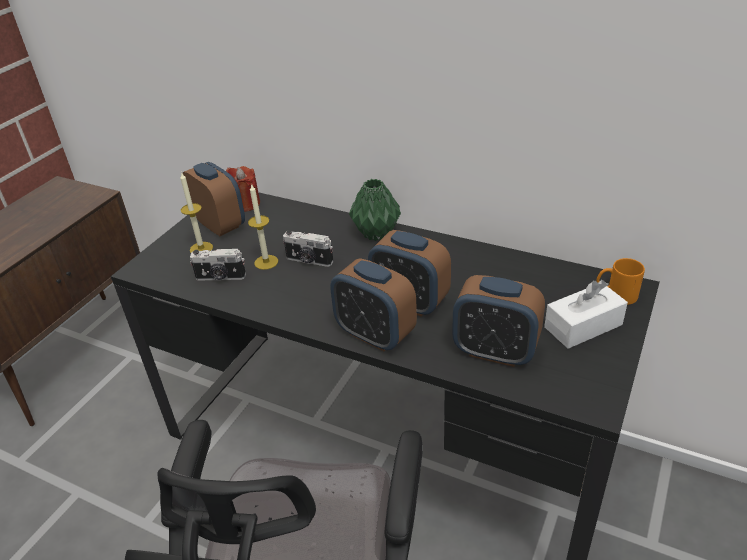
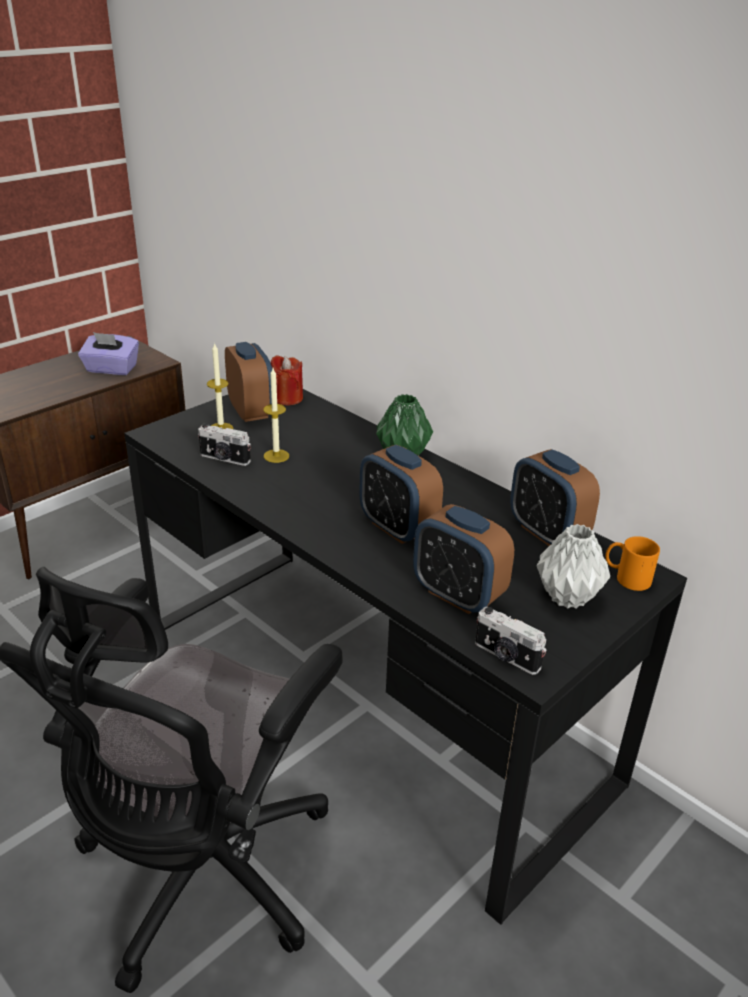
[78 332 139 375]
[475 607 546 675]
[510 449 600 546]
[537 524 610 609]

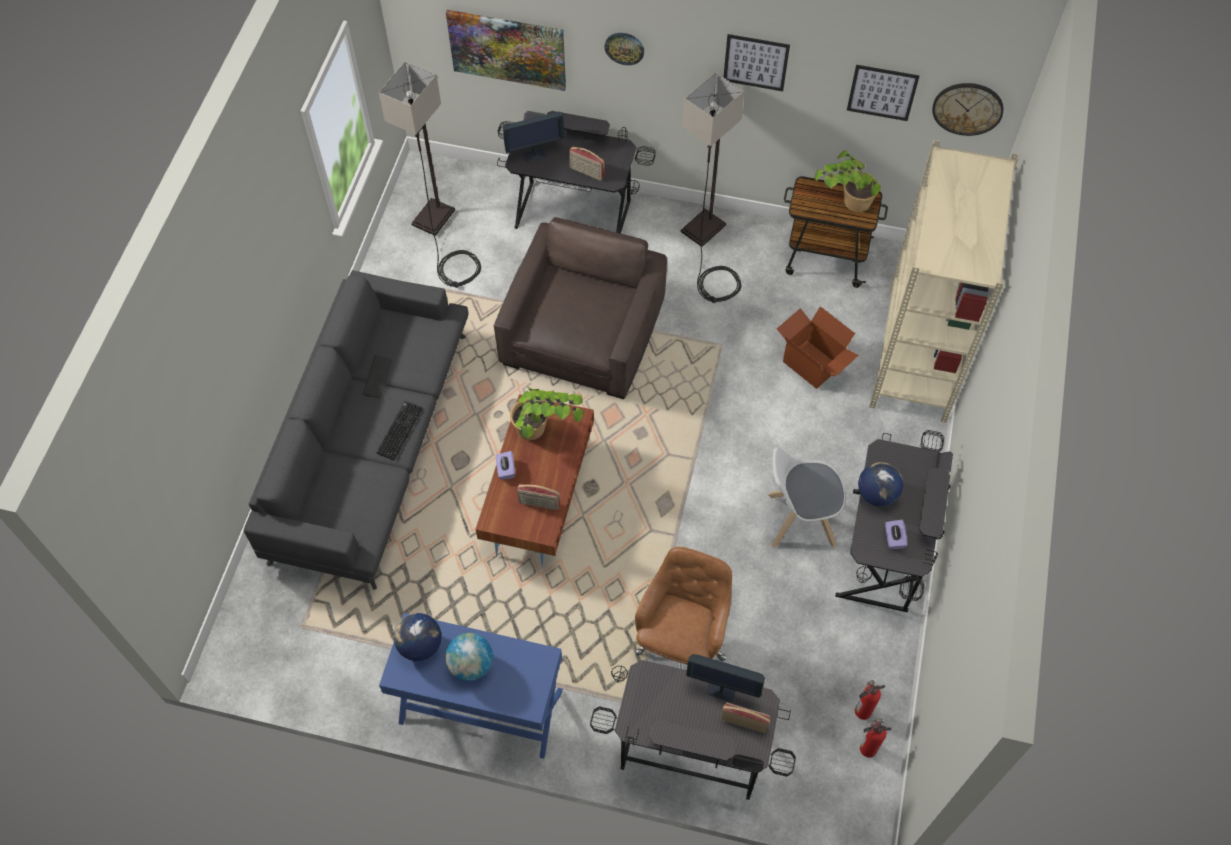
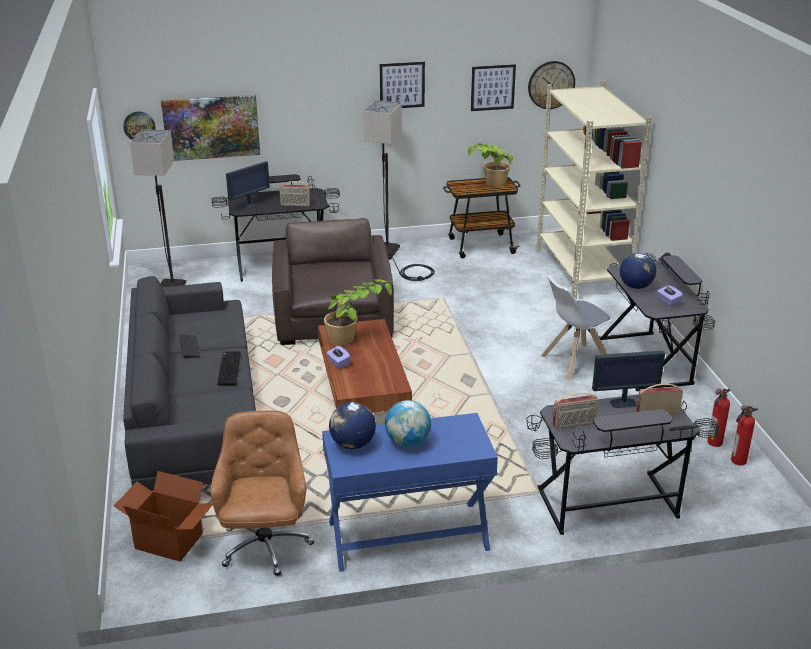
[553 392 598 429]
[123 111 155 140]
[211 411 314 576]
[114 471 213 562]

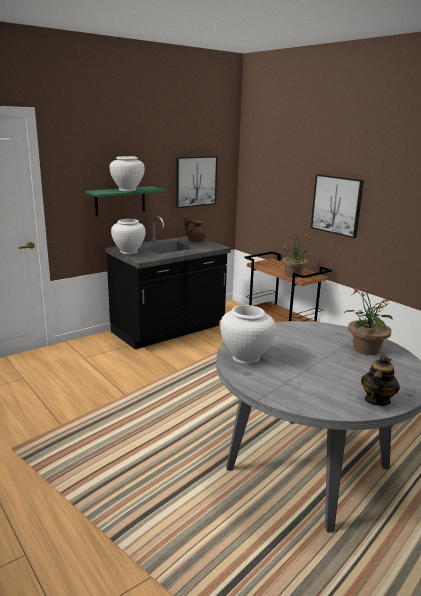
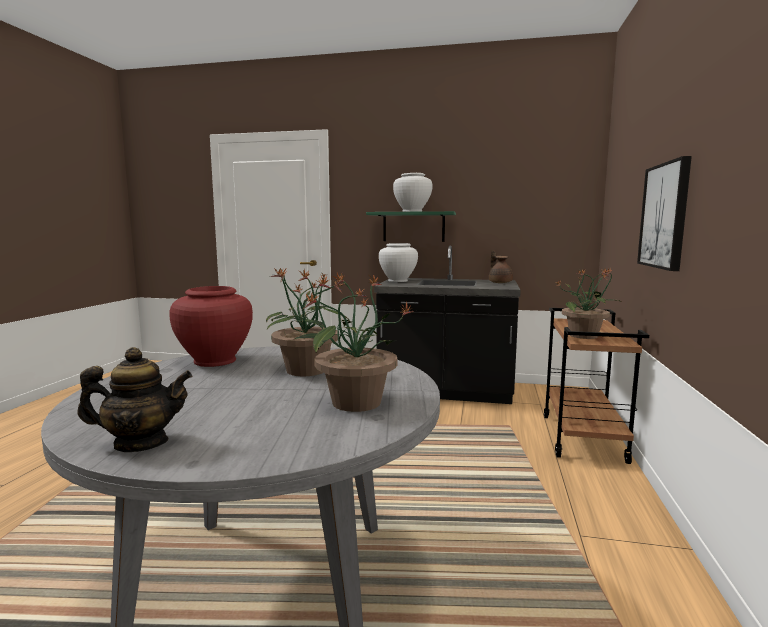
[176 156 218 208] (first image)
[266 268 350 376]
[169 286 253 367]

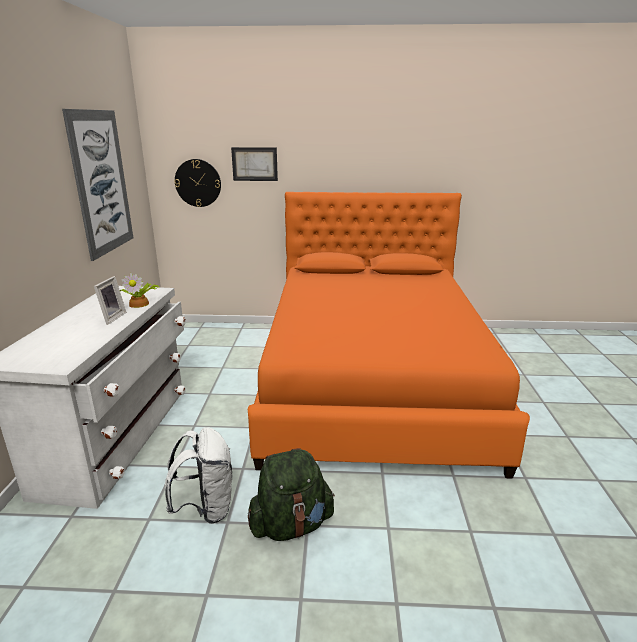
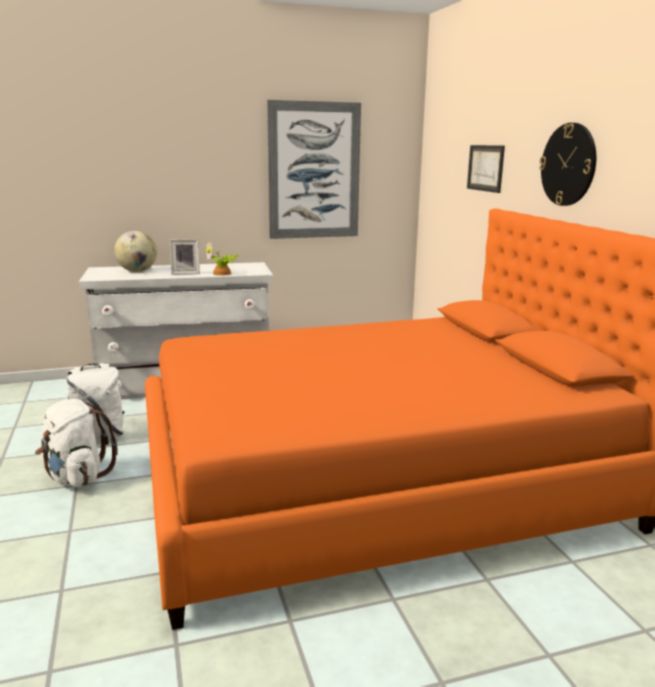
[114 231 157 272]
[539 123 596 206]
[35 399 118 487]

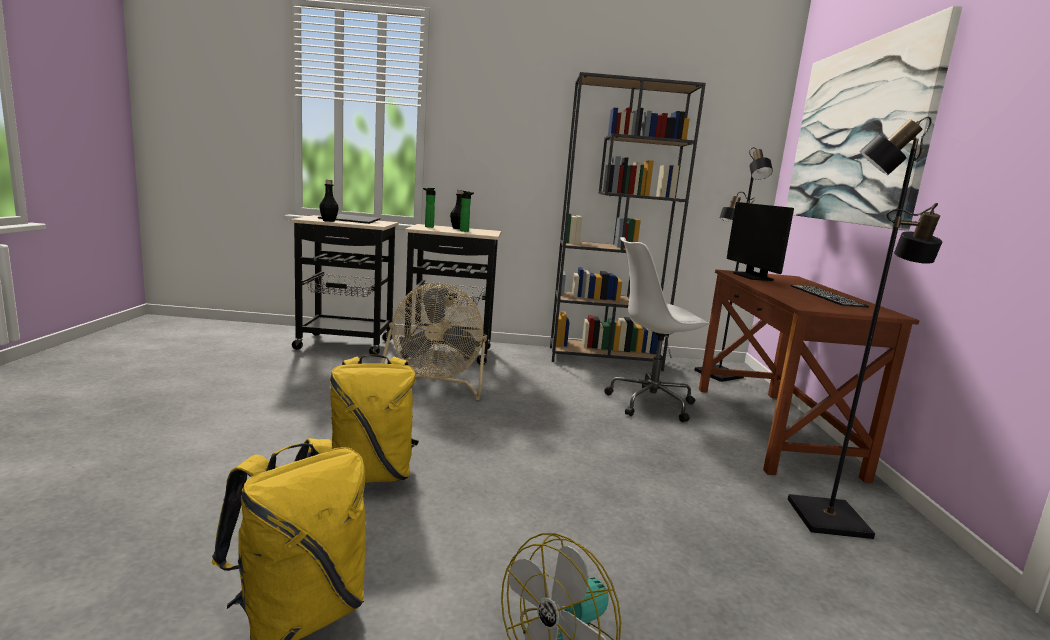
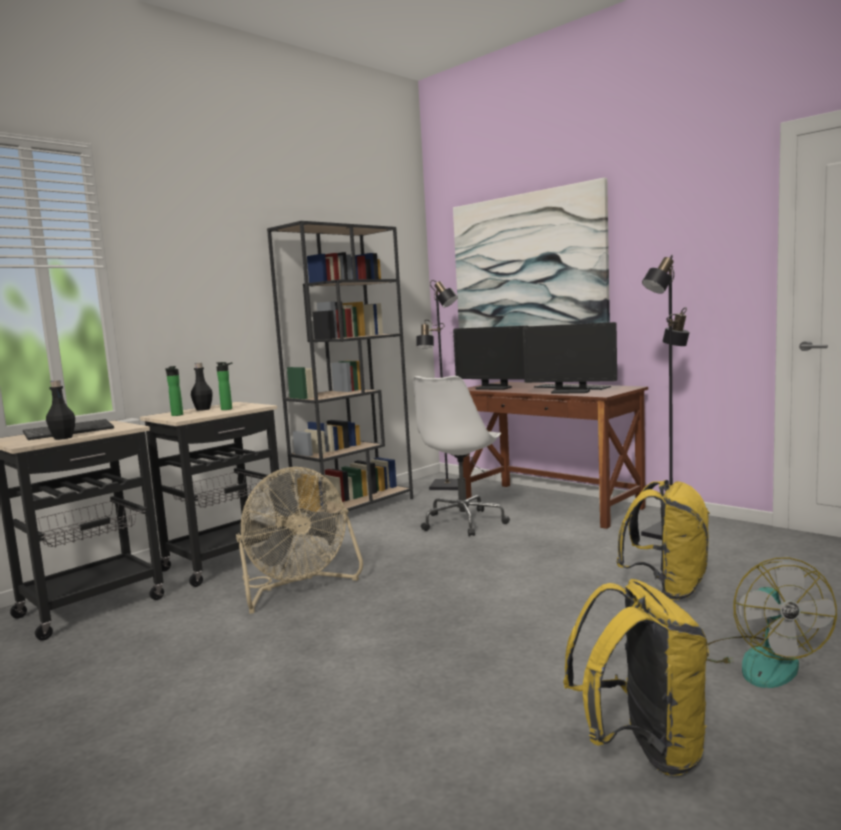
[523 322 617 394]
[616 480 710 600]

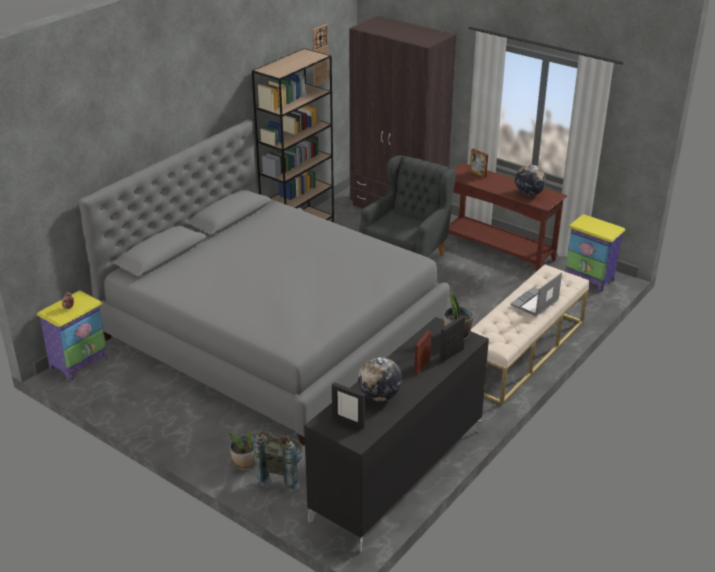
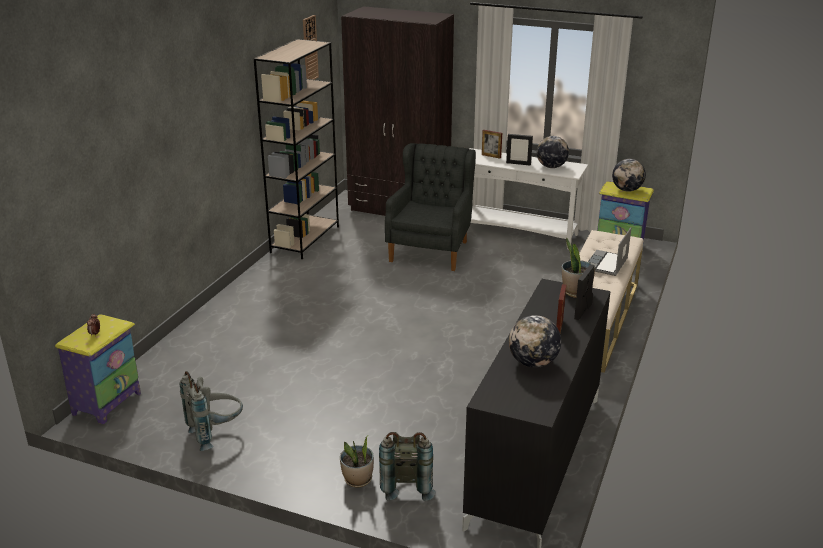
[78 120 449 445] (first image)
[180 371 243 451]
[612 159 646 192]
[506 134 533 166]
[470 148 588 250]

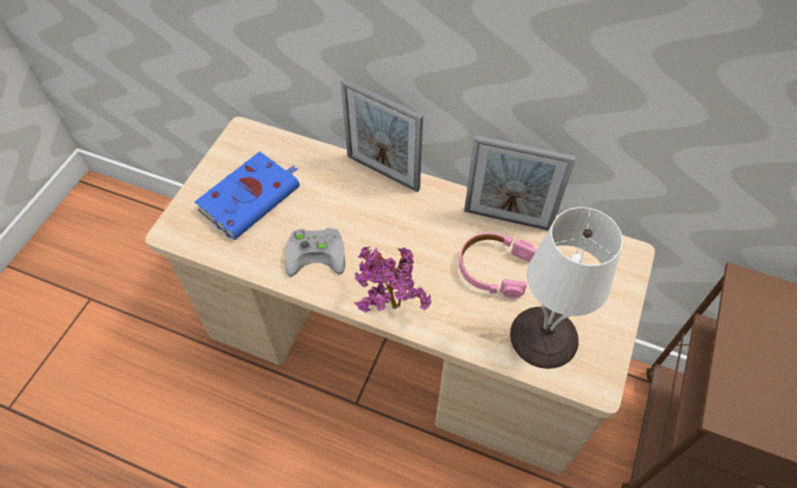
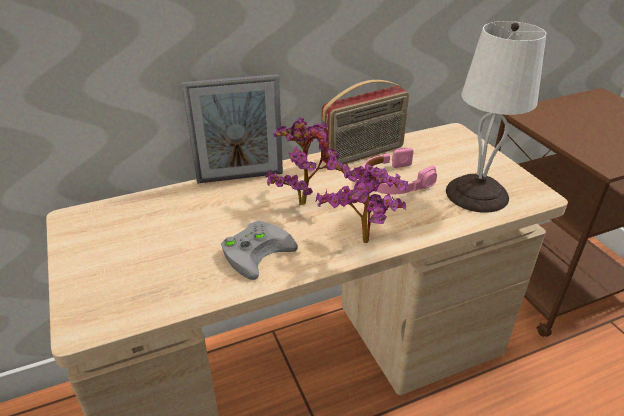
[195 151 300 240] (first image)
[266 117 350 206]
[321 80 409 165]

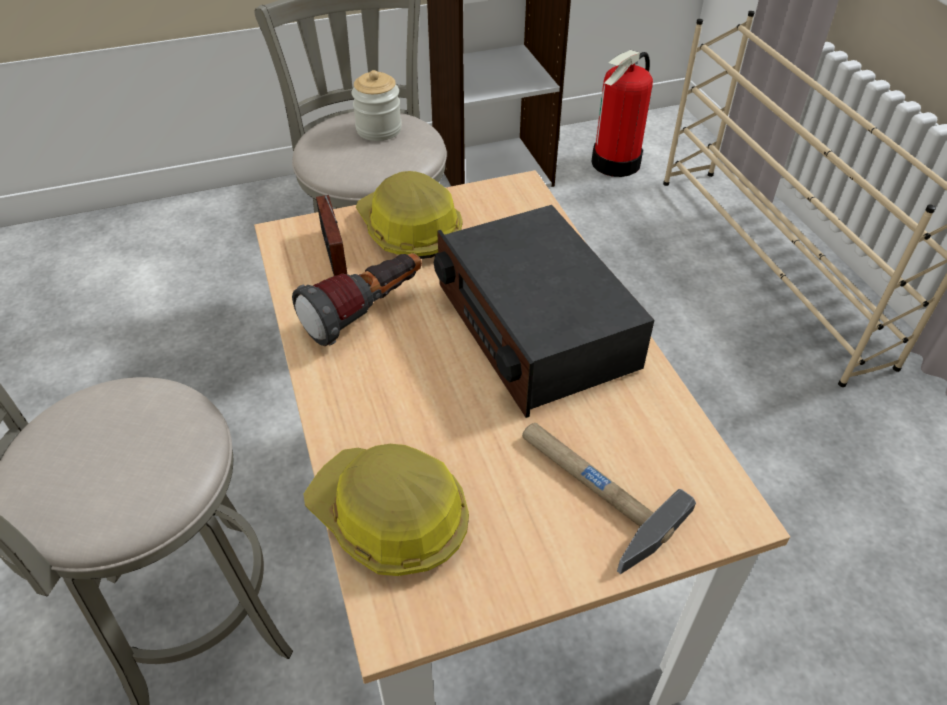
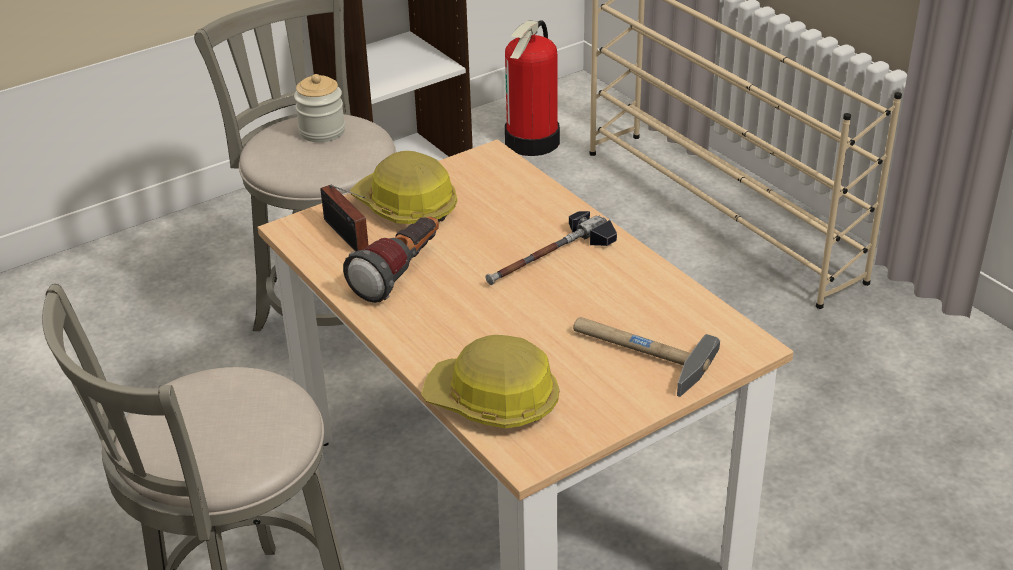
[486 211 617 285]

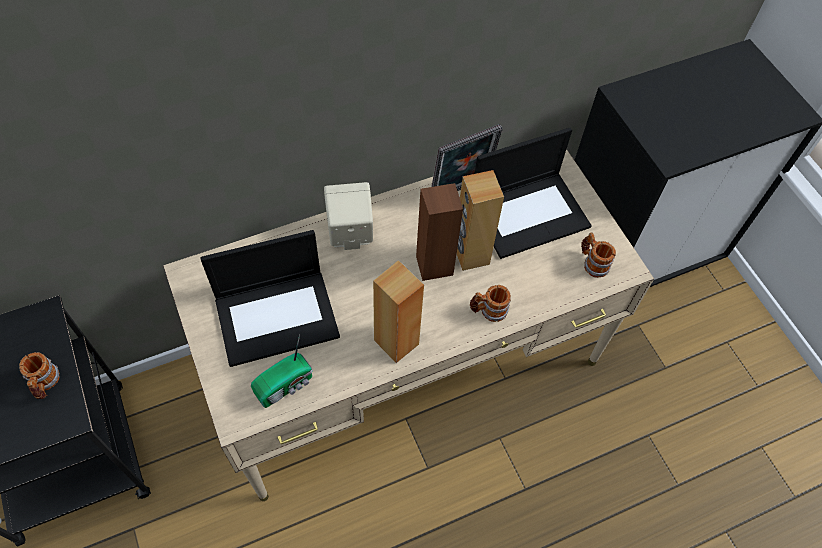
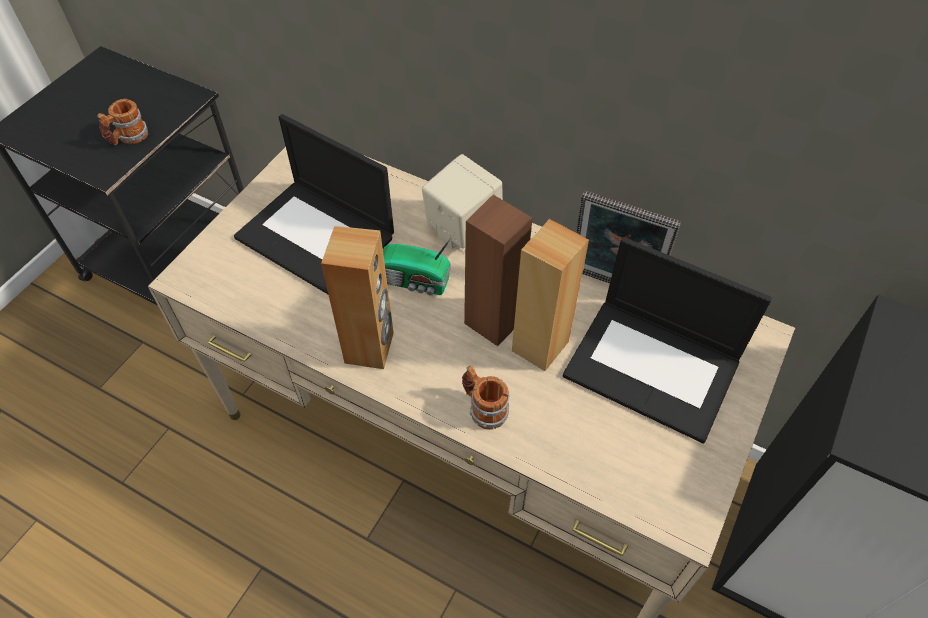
[581 233 616 278] (first image)
[383 233 455 296]

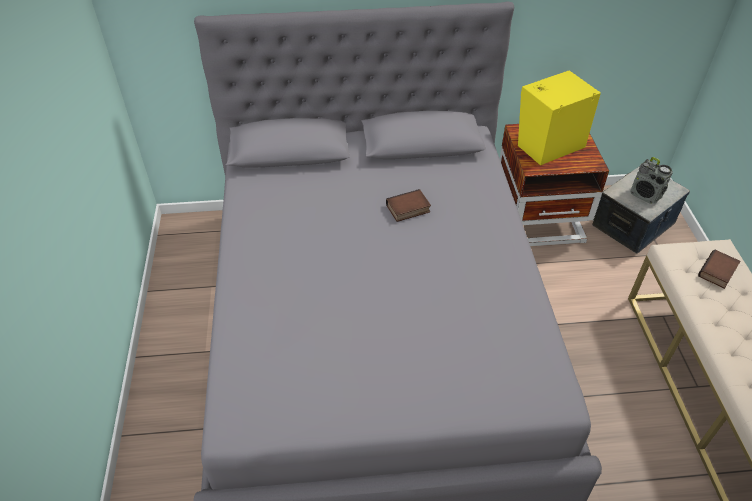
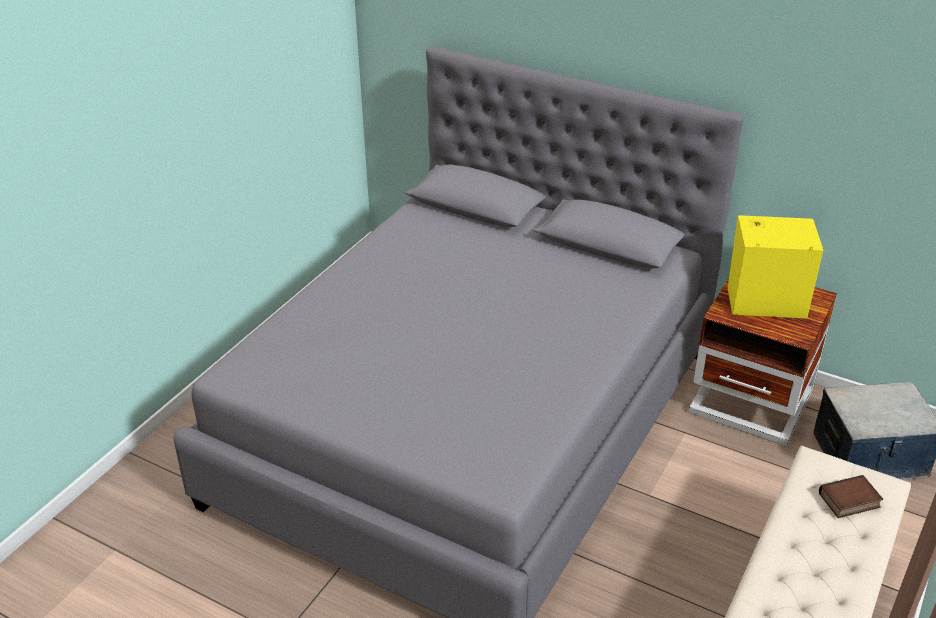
[386 189 431 222] (first image)
[630 157 673 204] (first image)

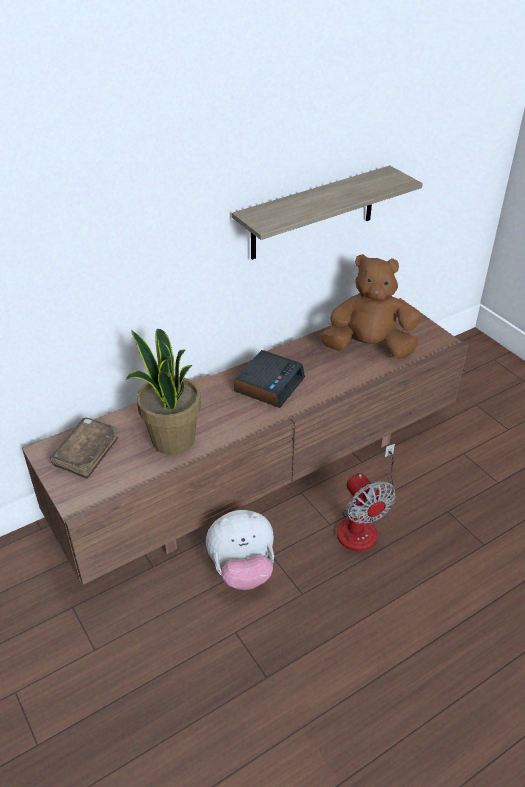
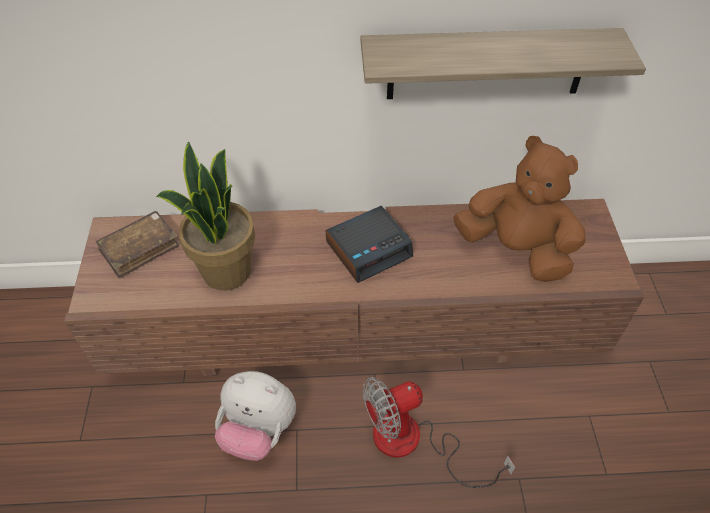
[363 377 515 488]

